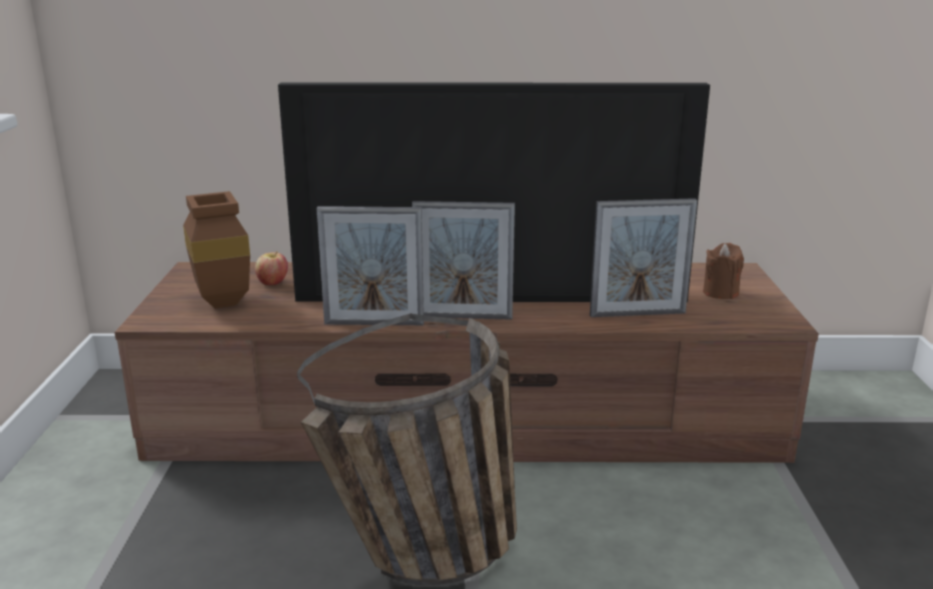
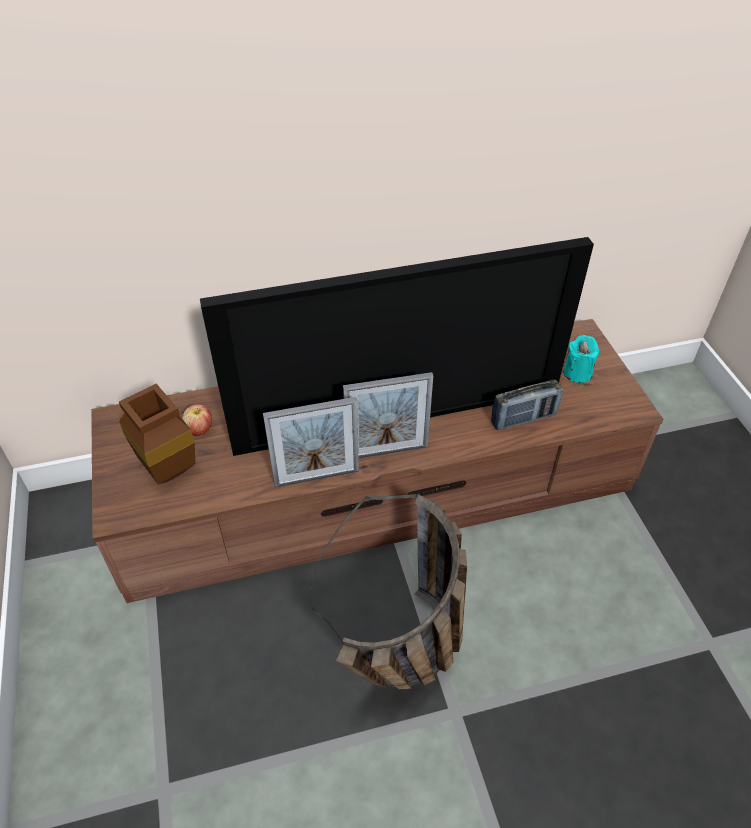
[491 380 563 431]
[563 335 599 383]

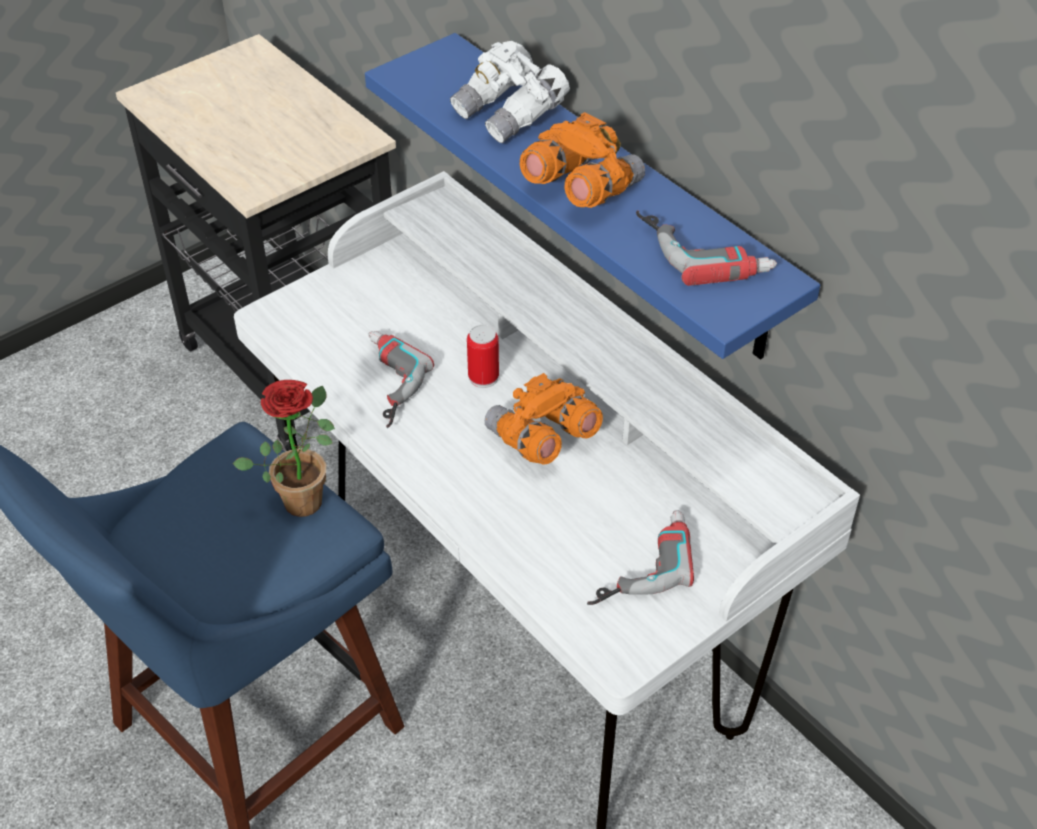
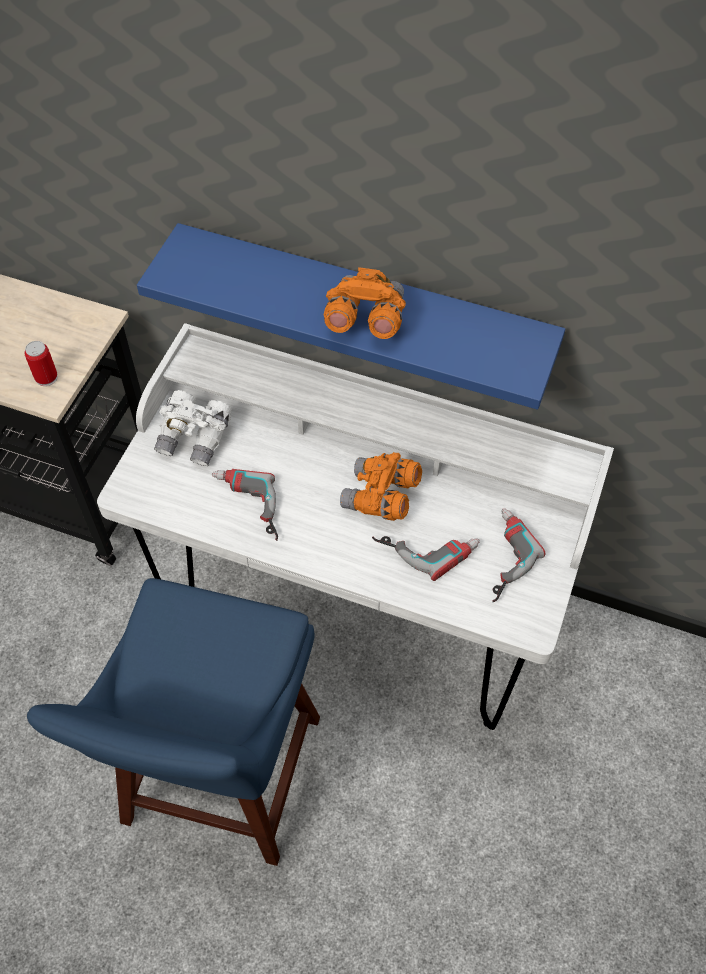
[233 380 335 517] (first image)
[154 390 232 466]
[24 341 57 386]
[372 536 480 581]

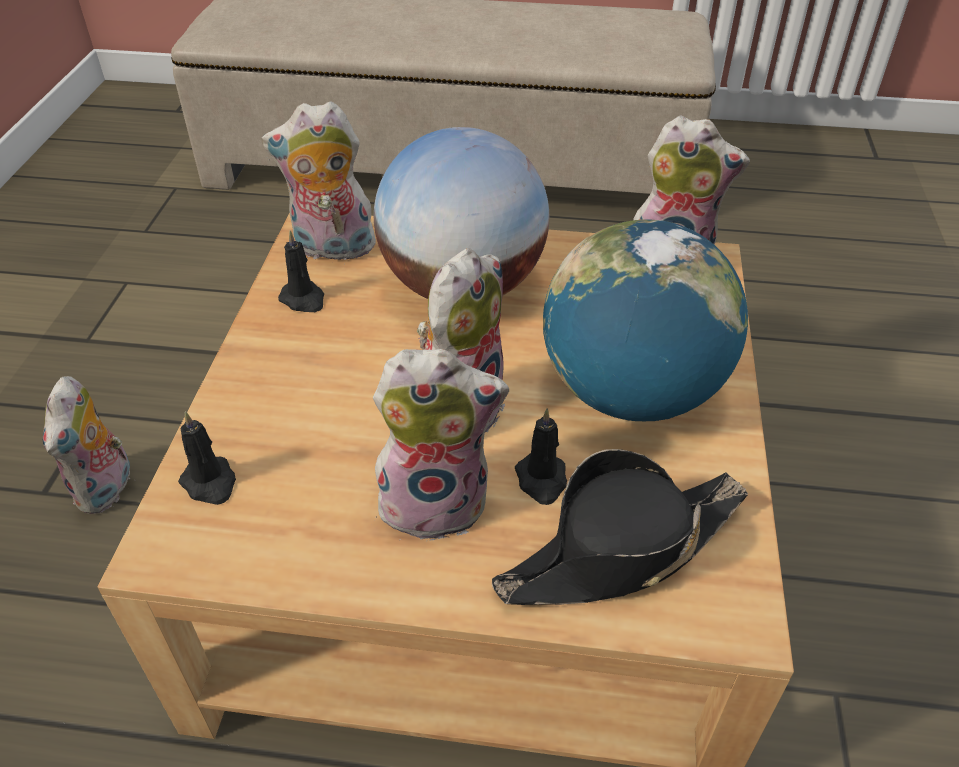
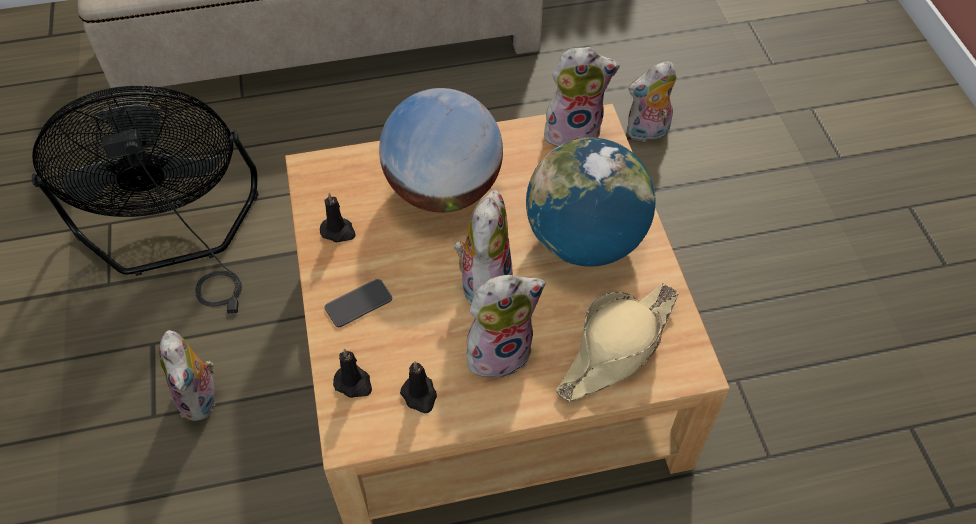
[32 86 259 315]
[325 279 392 327]
[627 61 677 142]
[400 361 437 414]
[556 283 679 401]

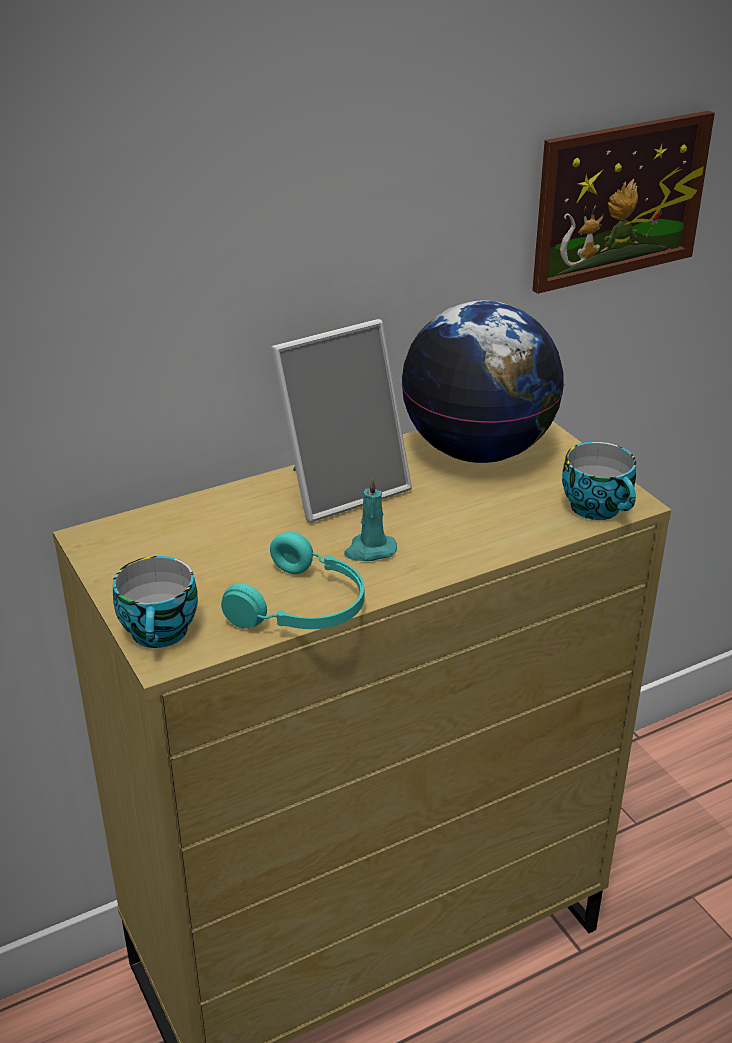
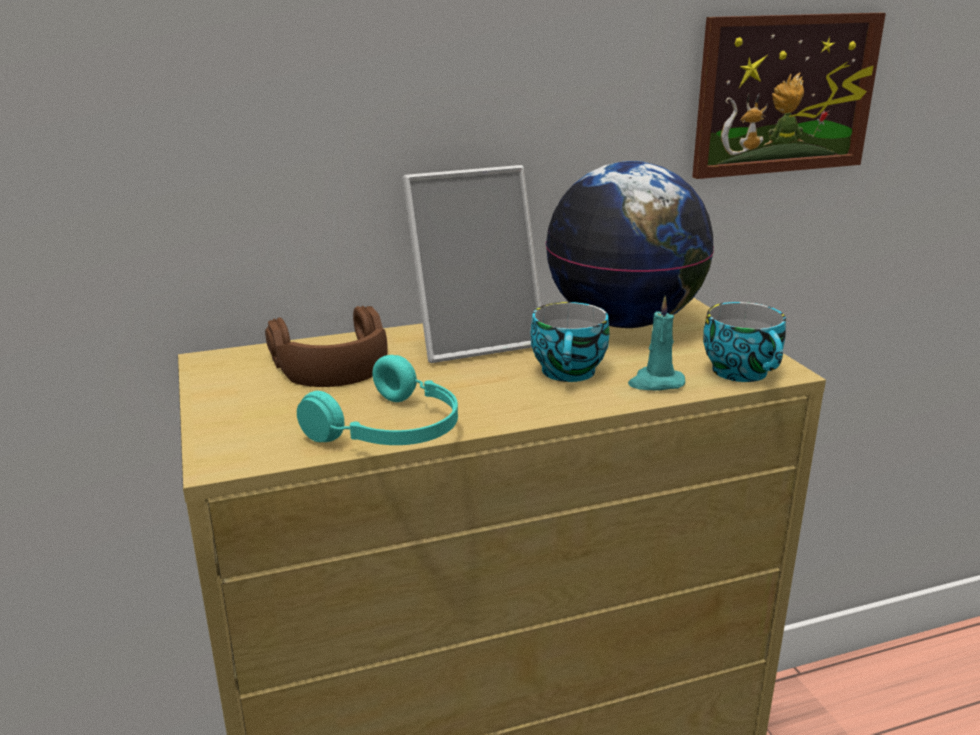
[265 306 388 387]
[530 302 609 382]
[628 296 685 391]

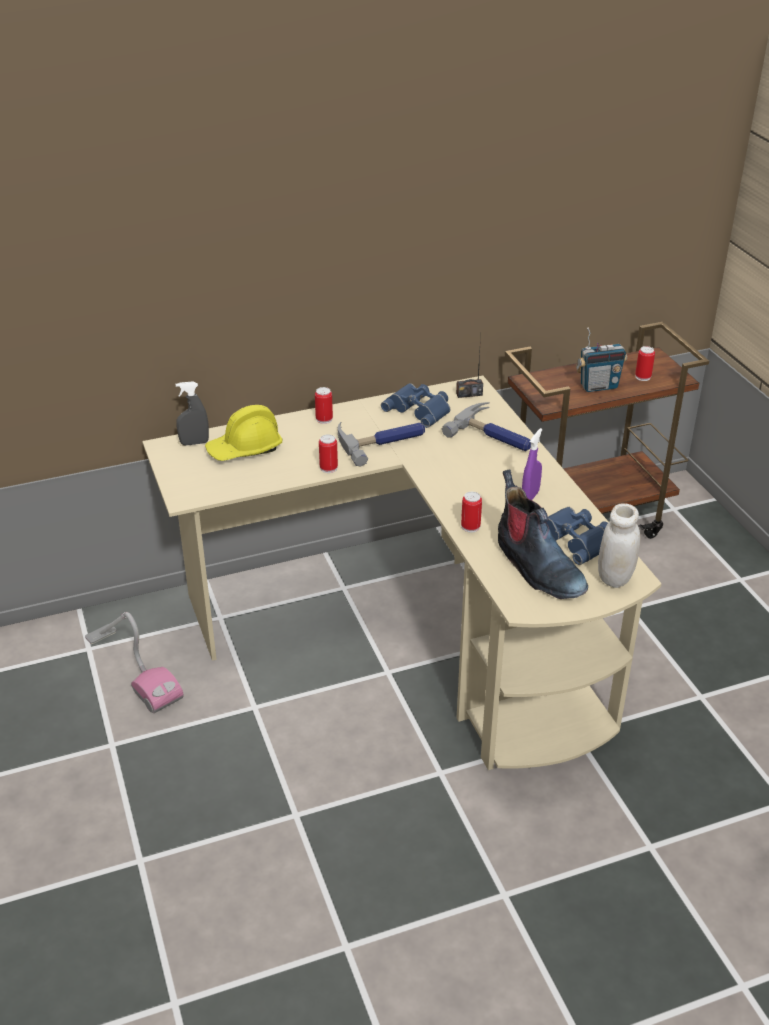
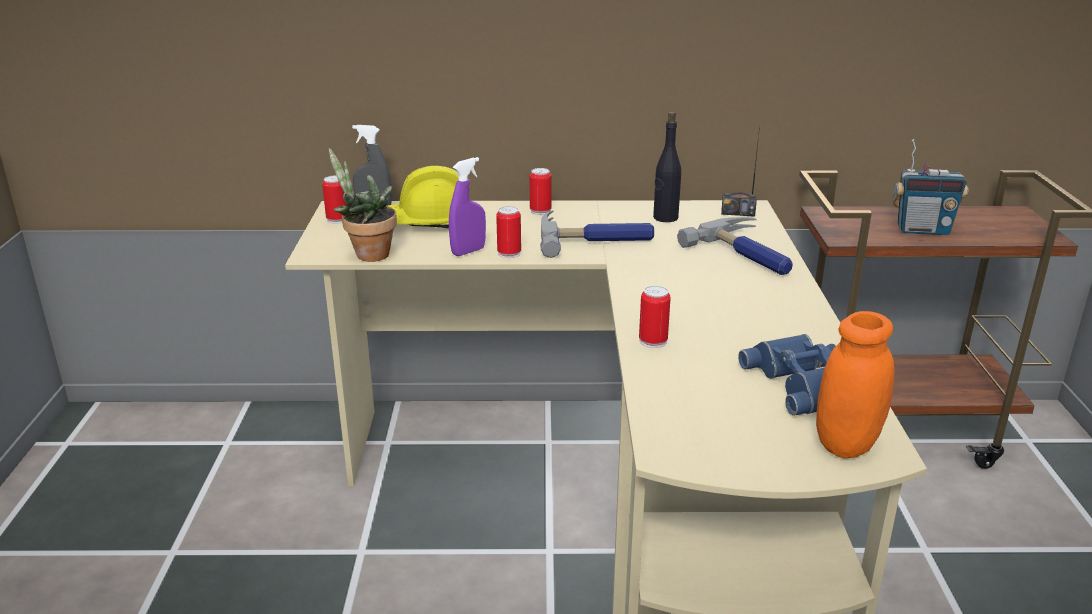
[85 612 184 713] (first image)
[498 470 588 599] (first image)
[329 148 397 262]
[449 157 486 256]
[322 175 347 224]
[653 112 681 222]
[816 311 895 459]

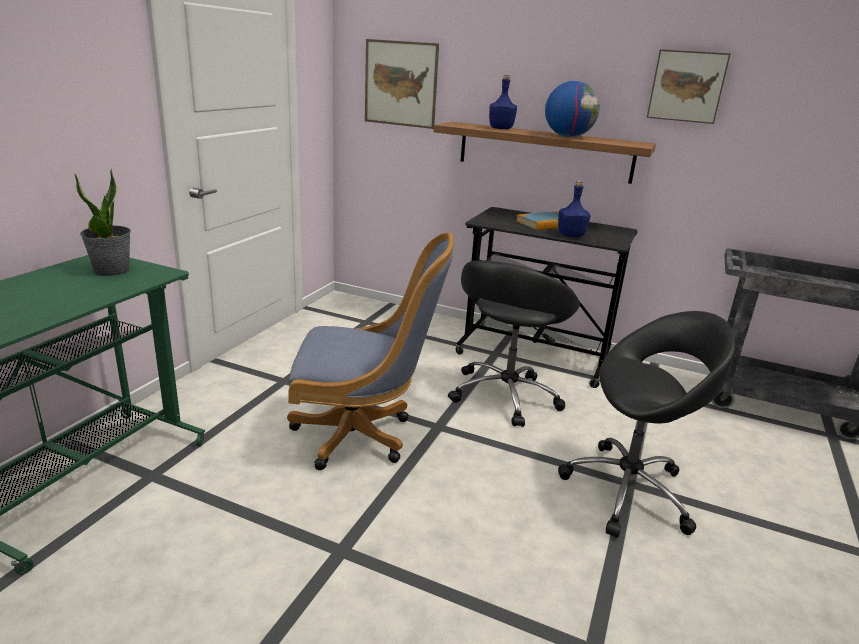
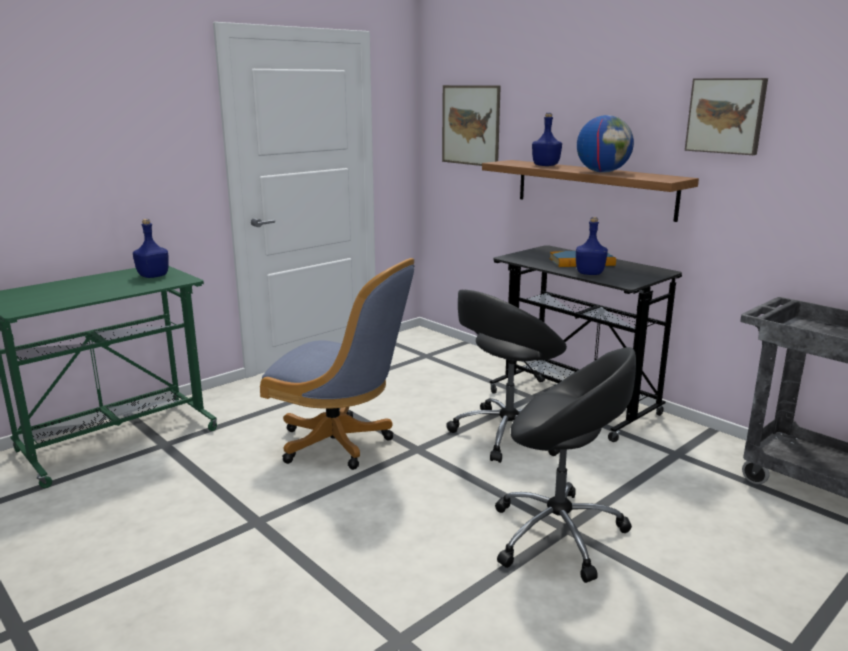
[133 219 169 278]

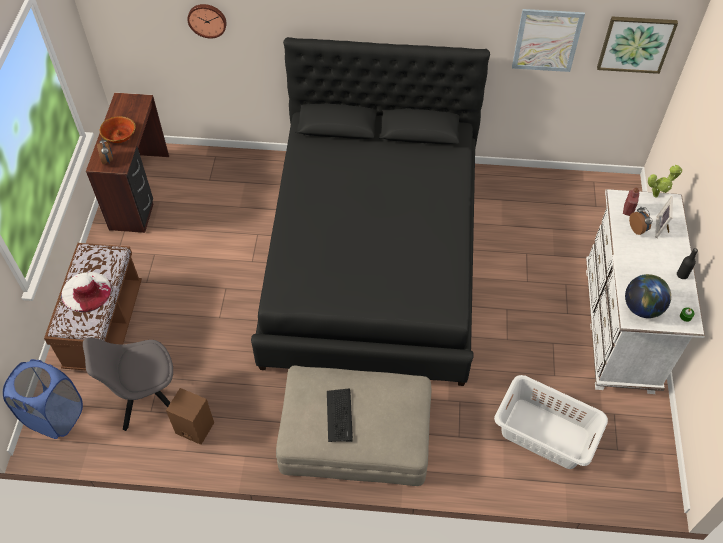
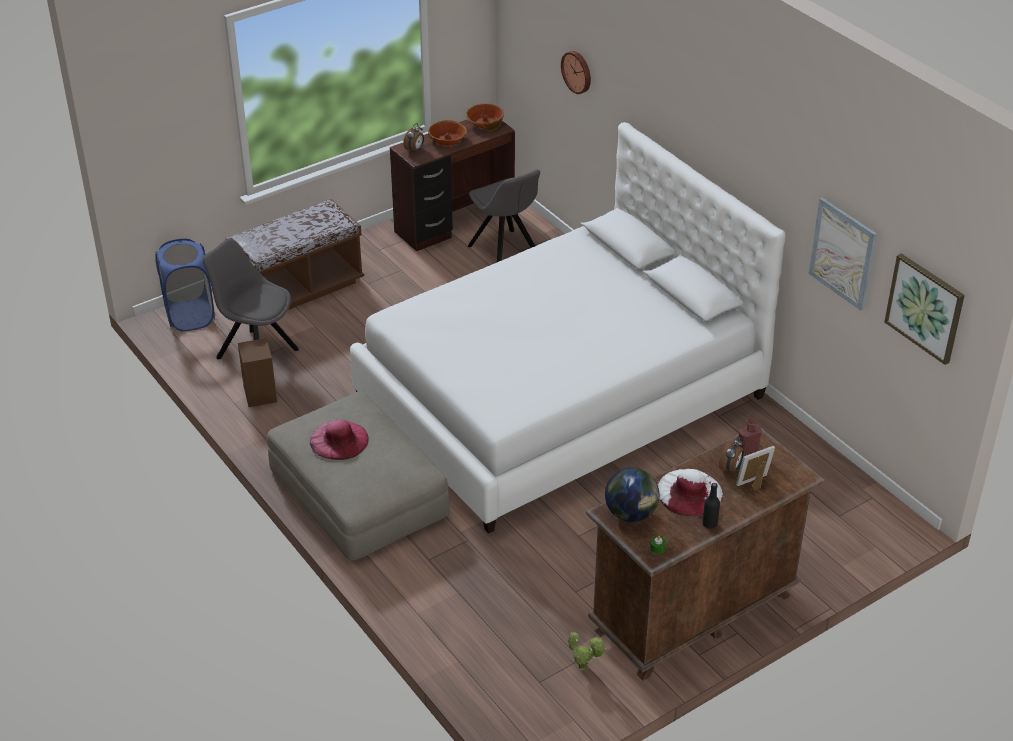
[494 375 608 469] (first image)
[466 103 504 131]
[468 169 540 262]
[657 469 723 516]
[568 632 606 670]
[310 419 369 460]
[350 122 786 534]
[586 426 825 681]

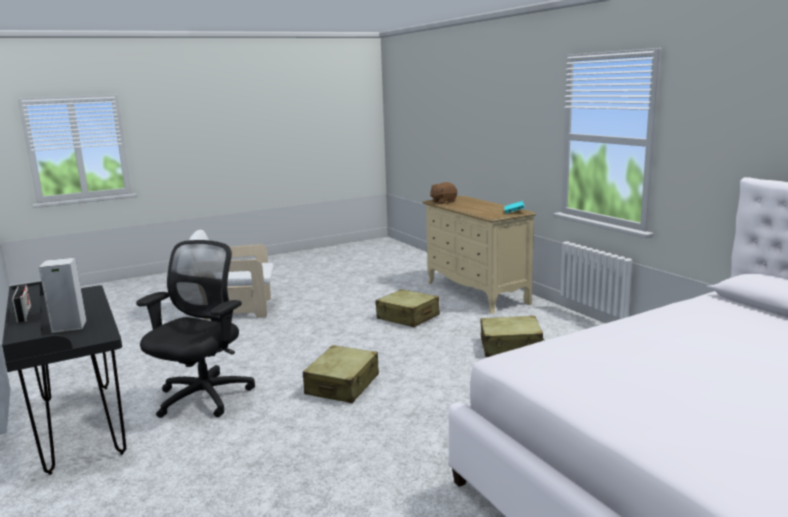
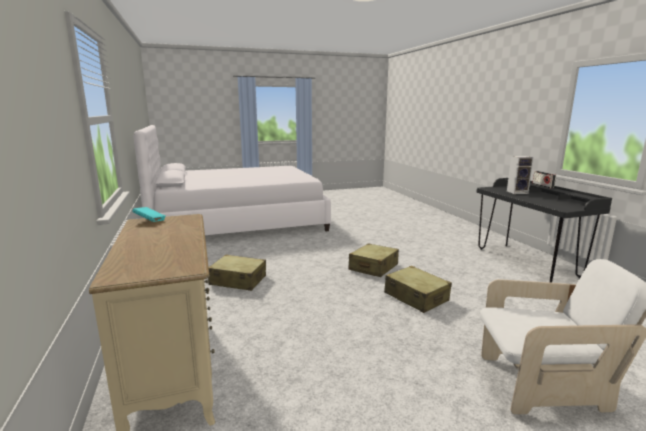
[136 240 255 418] (first image)
[430 182 457 204] (first image)
[384 266 452 313]

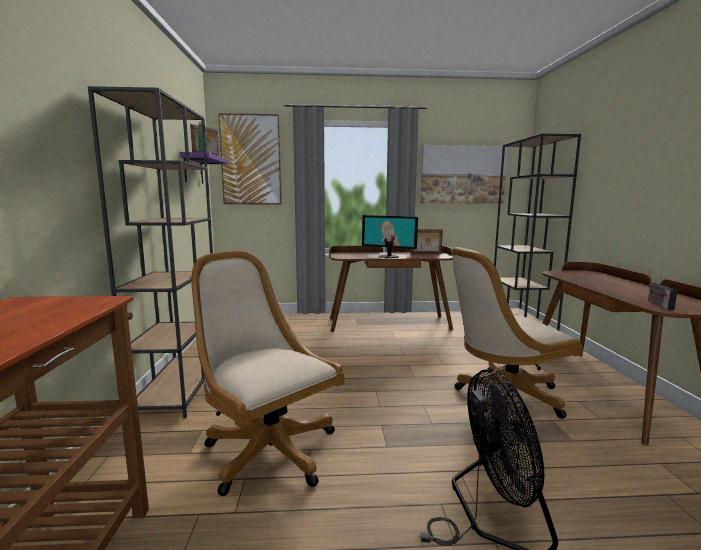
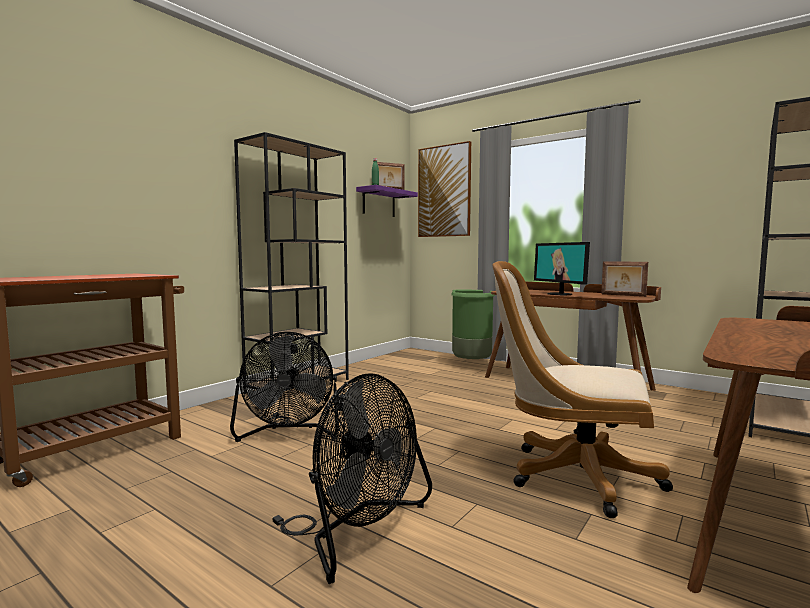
[421 145 508 204] (first image)
[648 275 678 310] (first image)
[451 290 495 359]
[230 332 339 442]

